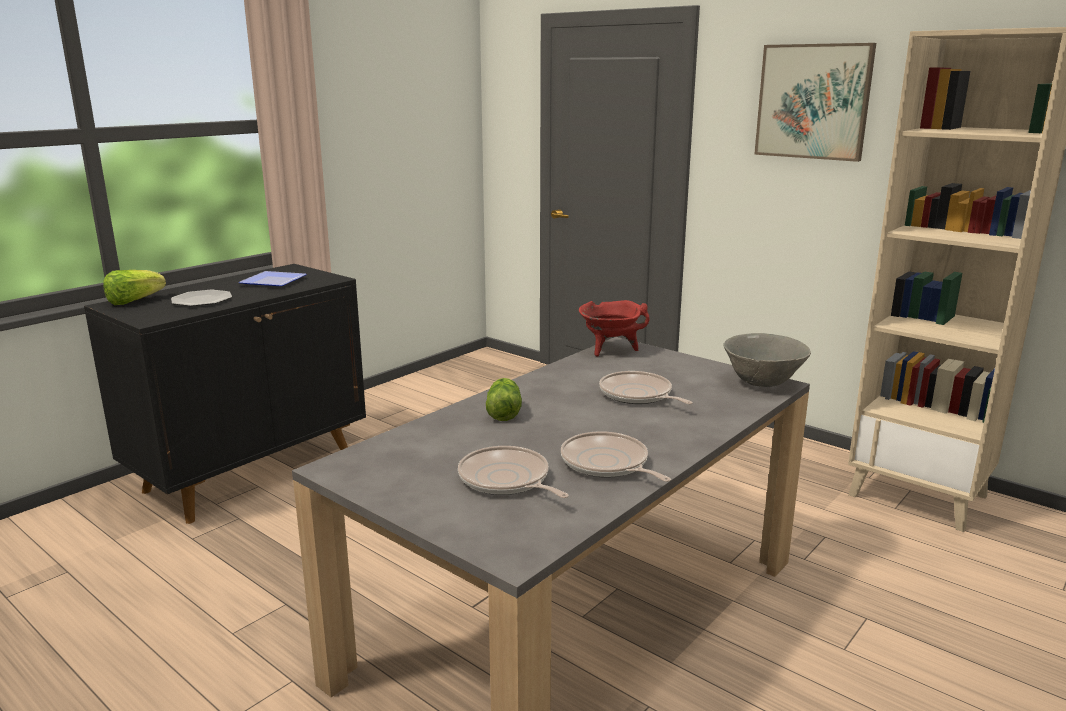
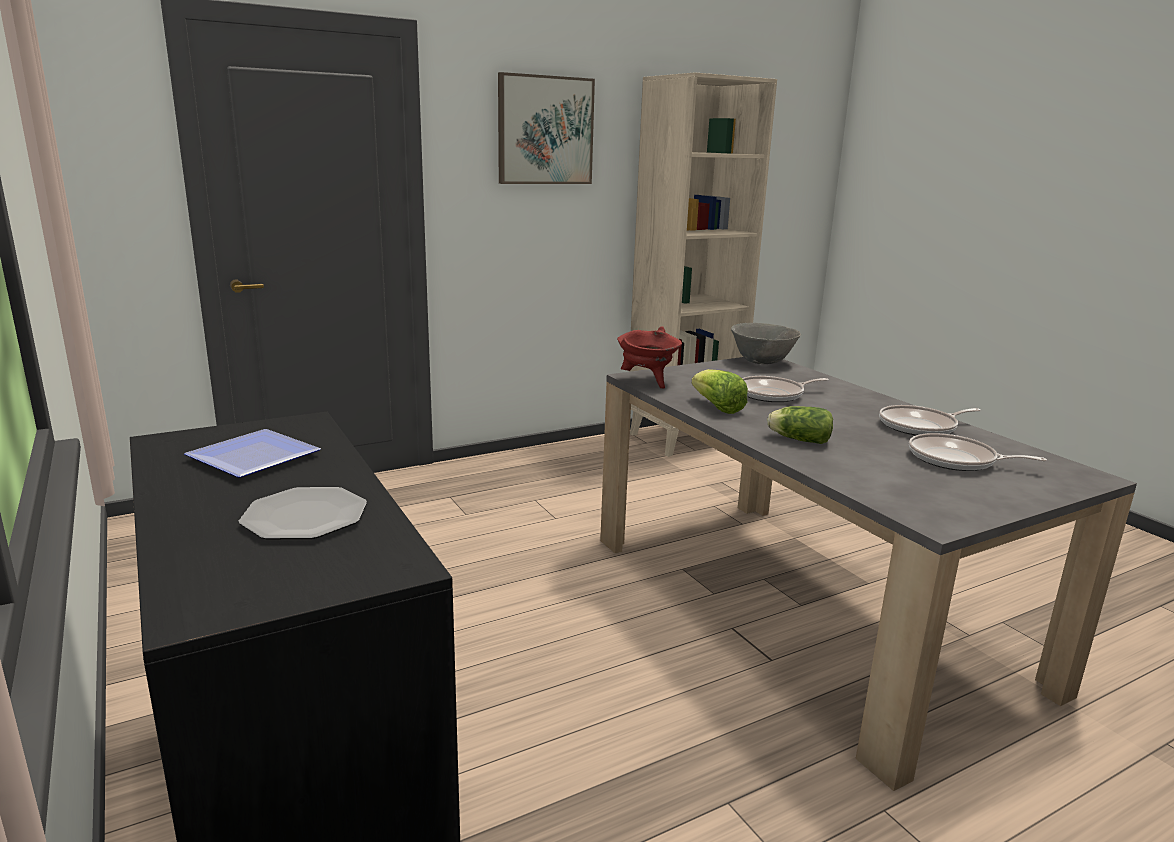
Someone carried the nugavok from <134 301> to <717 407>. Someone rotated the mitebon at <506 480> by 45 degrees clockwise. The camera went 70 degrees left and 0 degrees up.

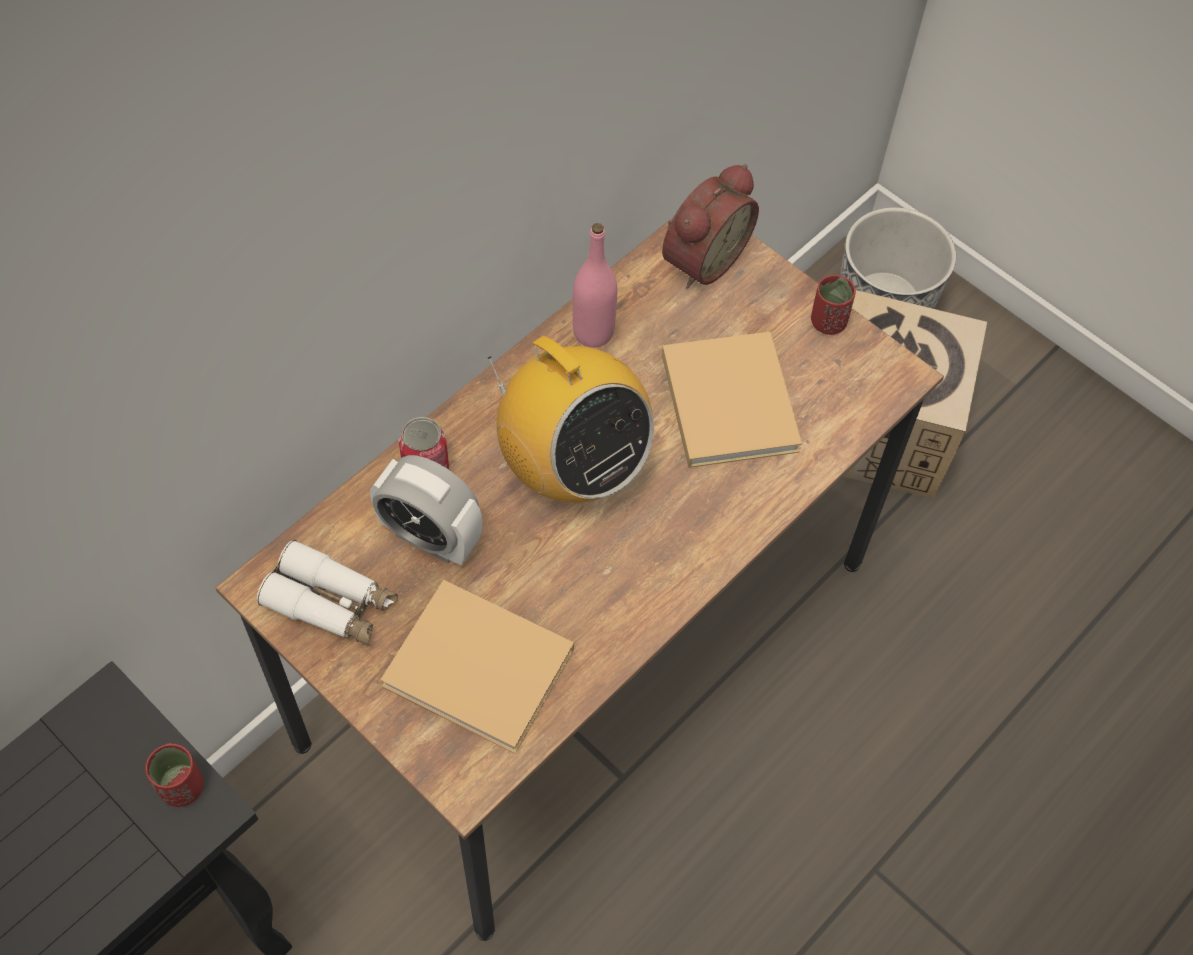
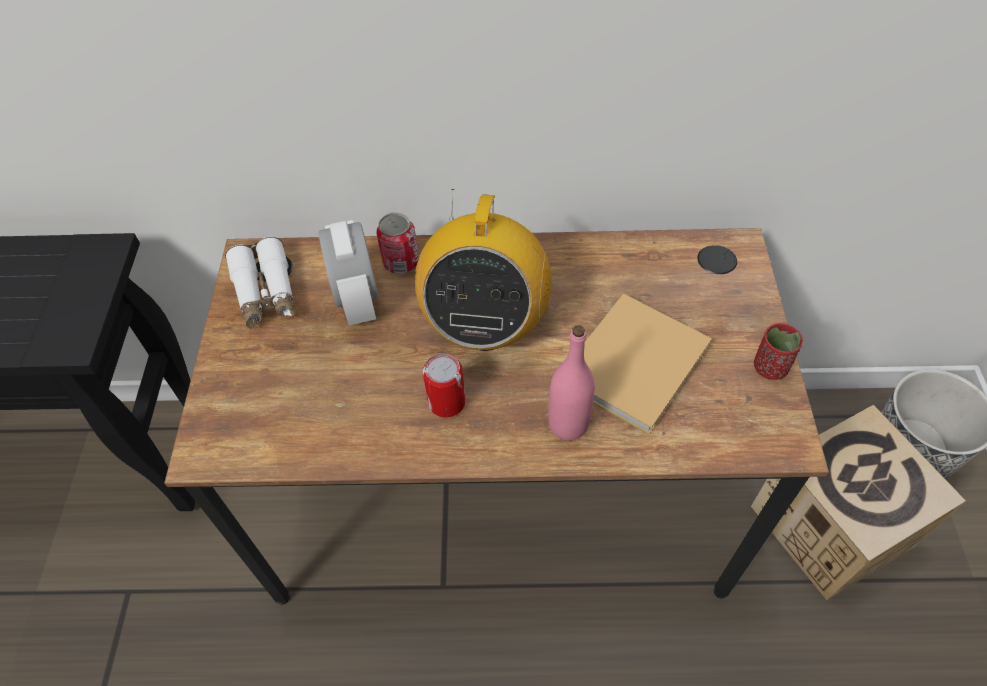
Someone took away the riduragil at <701 258>. Someone carried the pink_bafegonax from <593 332> to <568 424>. Someone took away the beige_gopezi at <483 670>. Someone took away the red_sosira at <182 787>. Someone put down the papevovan at <447 402>. The camera went 50 degrees right and 5 degrees down.

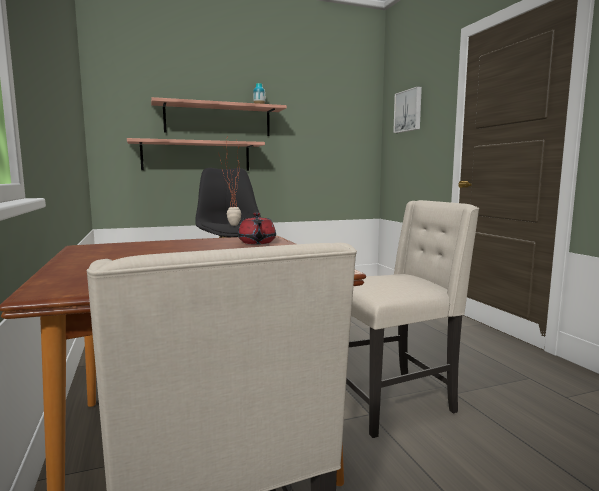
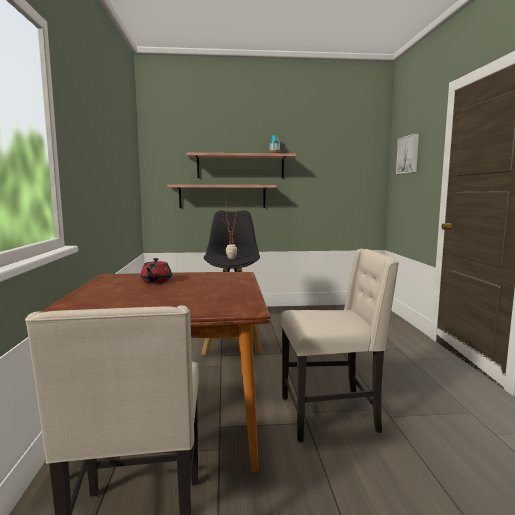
Someone carried the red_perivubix from <257 242> to <156 281>. The camera went 15 degrees right and 0 degrees up.

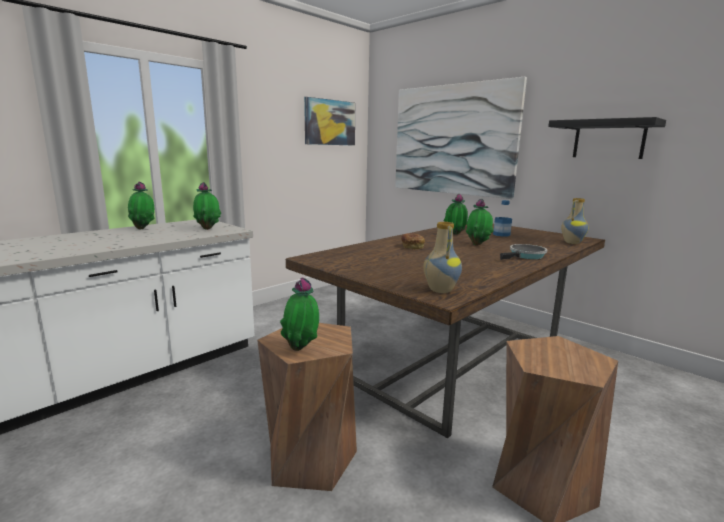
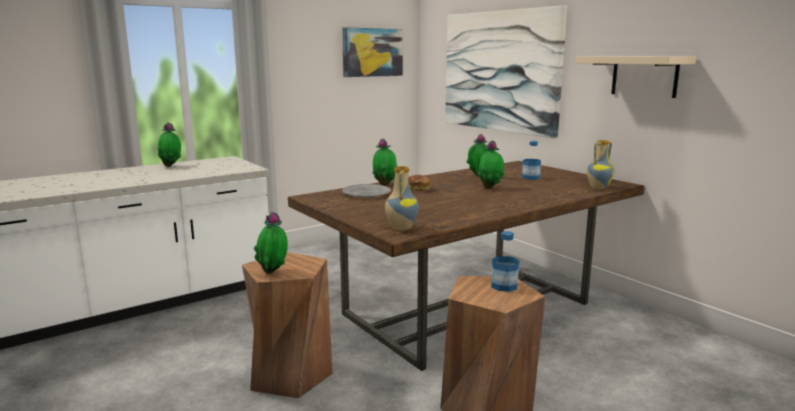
Someone repainted the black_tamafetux at <608 139>, which became the beige_tamafetux at <644 76>. Someone carried the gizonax from <208 229> to <385 185>. Someone took away the mitebon at <525 256>. Someone put down the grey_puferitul at <366 194>. Someone put down the bafegonax at <504 286>. The camera went 10 degrees right and 0 degrees up.

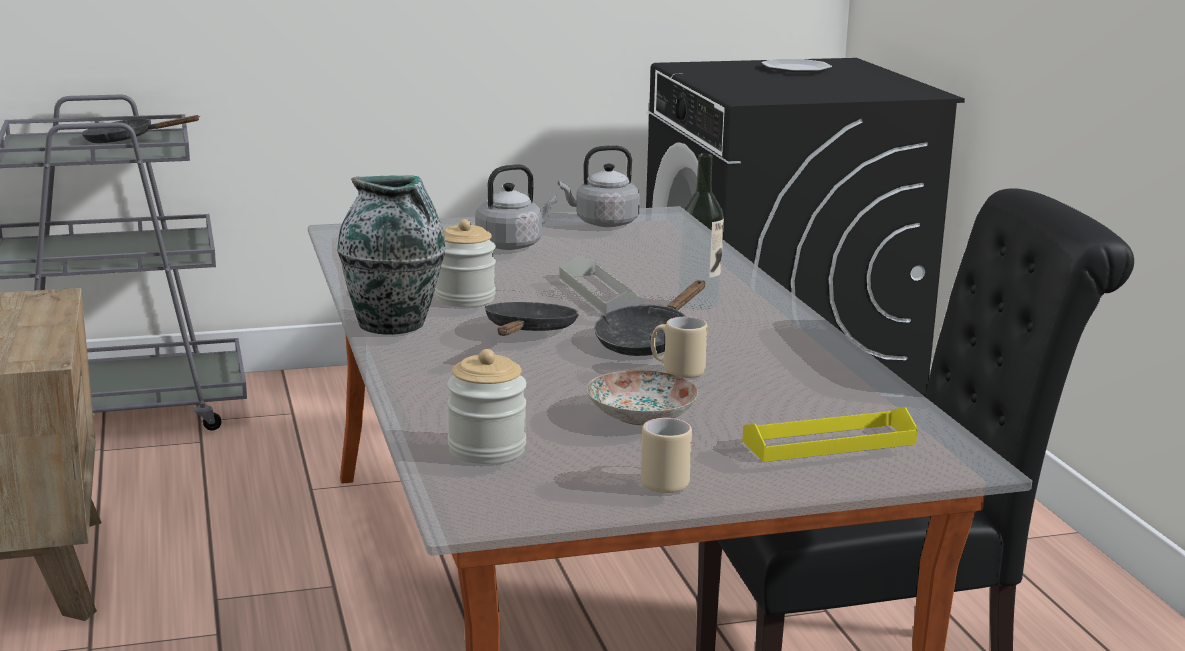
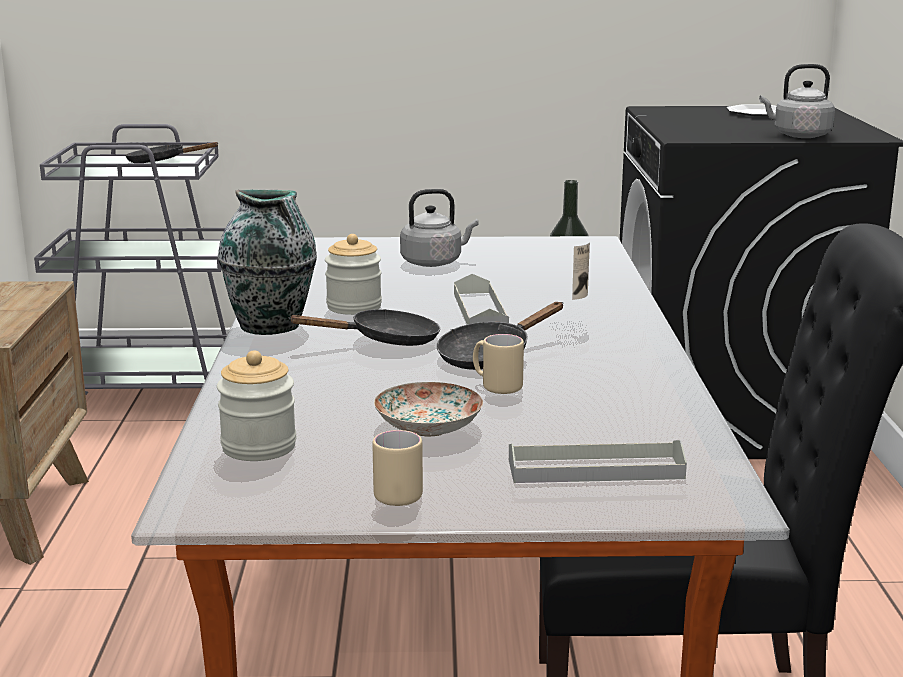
Someone carried the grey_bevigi from <603 223> to <798 135>. Someone rotated the black_mitebon at <528 332> by 45 degrees clockwise. Someone repainted the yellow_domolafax at <829 442>, which became the grey_domolafax at <595 469>. The camera went 15 degrees right and 0 degrees up.

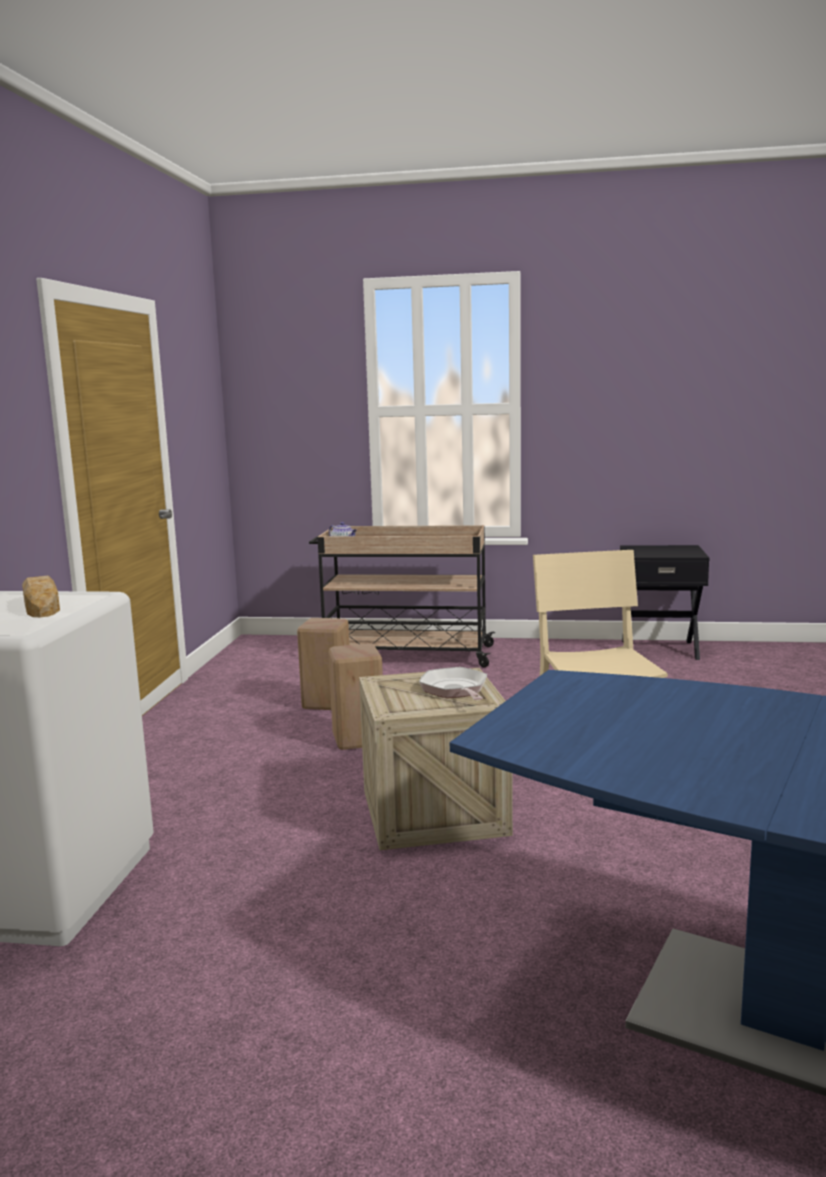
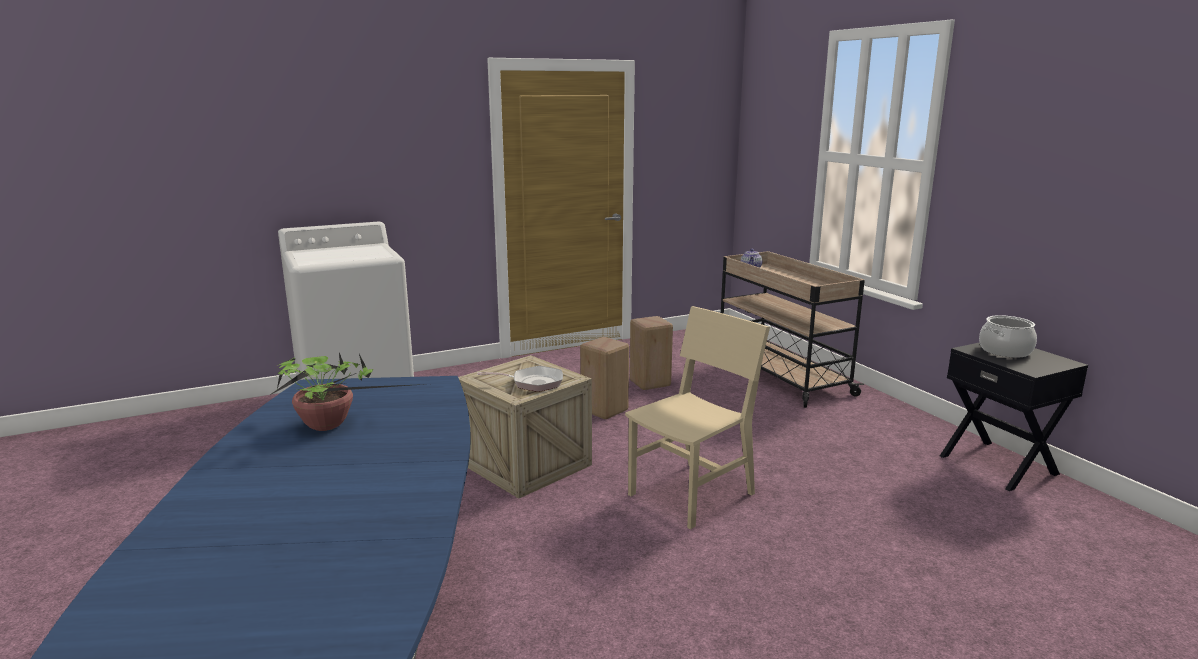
Someone took away the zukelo at <41 606>. Someone rotated the mitebon at <455 690> by 45 degrees clockwise. Someone put down the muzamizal at <1005 351>. Someone put down the gizonax at <330 425>. The camera went 55 degrees right and 5 degrees up.

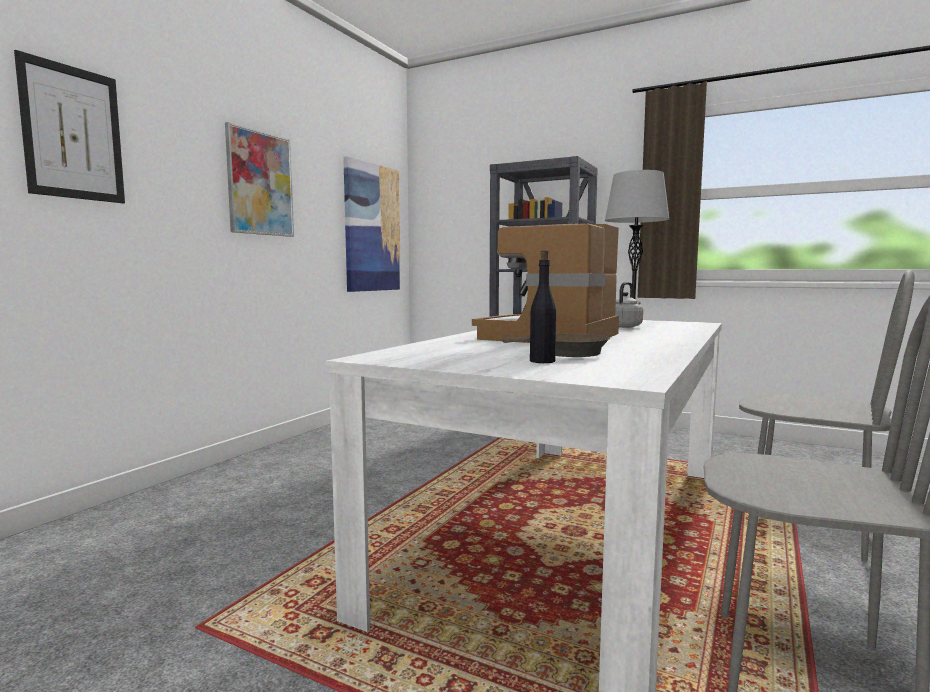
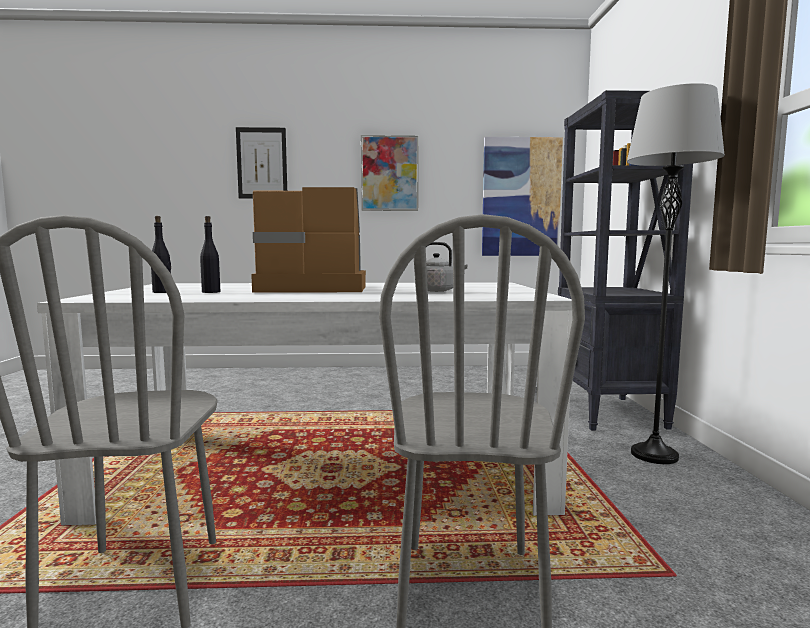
Someone swapped the brown_mitebon at <564 352> for the black_bafegonax at <211 292>. The camera went 60 degrees right and 0 degrees up.

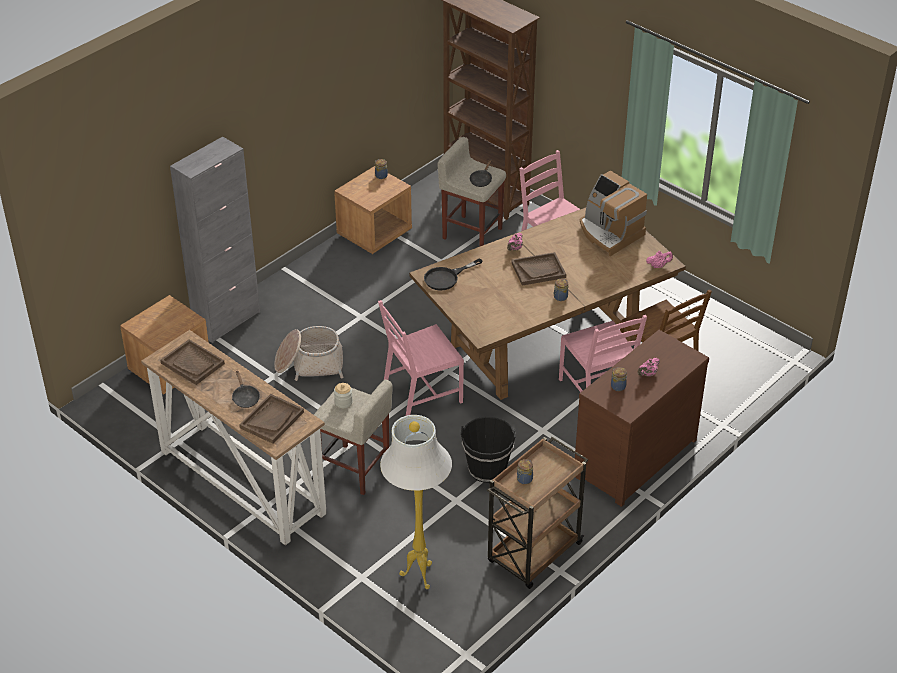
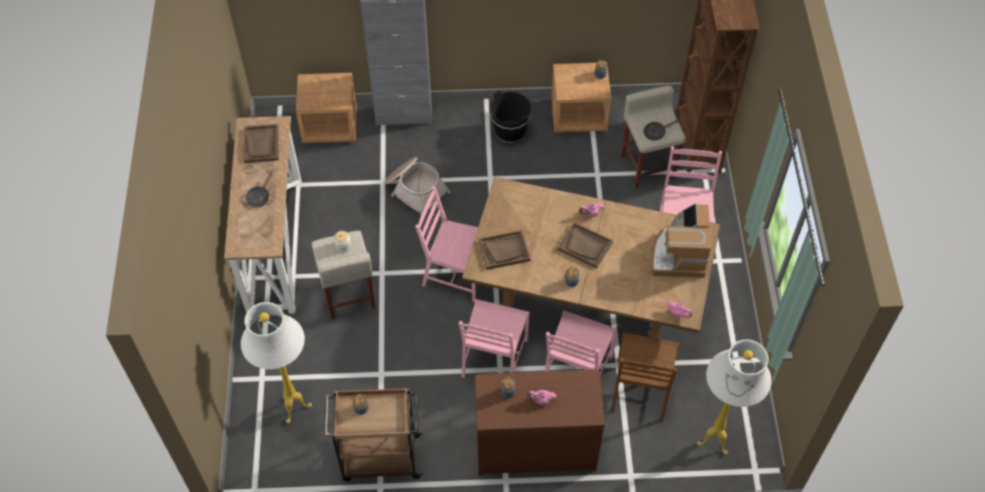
Someone took away the black_mitebon at <446 278>. Someone carried the brown_domolafax from <272 420> to <504 250>. Someone carried the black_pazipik from <487 469> to <510 132>. Someone put down the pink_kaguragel at <494 358>. Someone put down the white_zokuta at <715 442>. The camera went 45 degrees right and 15 degrees up.

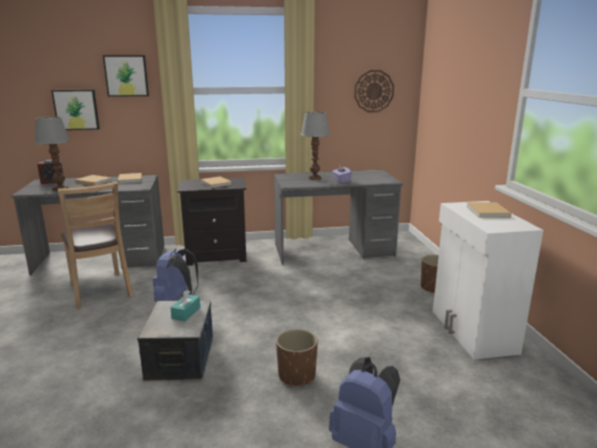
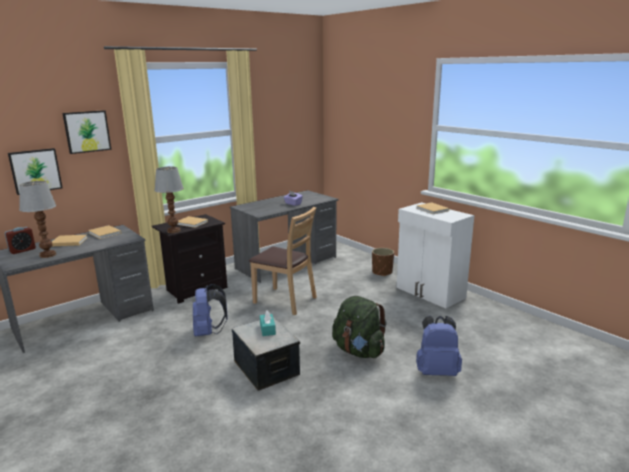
Someone took away the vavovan at <373 91>. Someone carried the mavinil from <314 178> to <174 231>. Someone carried the brown_kaguragel from <100 290> to <285 301>. Someone swapped the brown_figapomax at <297 376> for the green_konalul at <358 351>. The camera went 30 degrees left and 0 degrees up.

